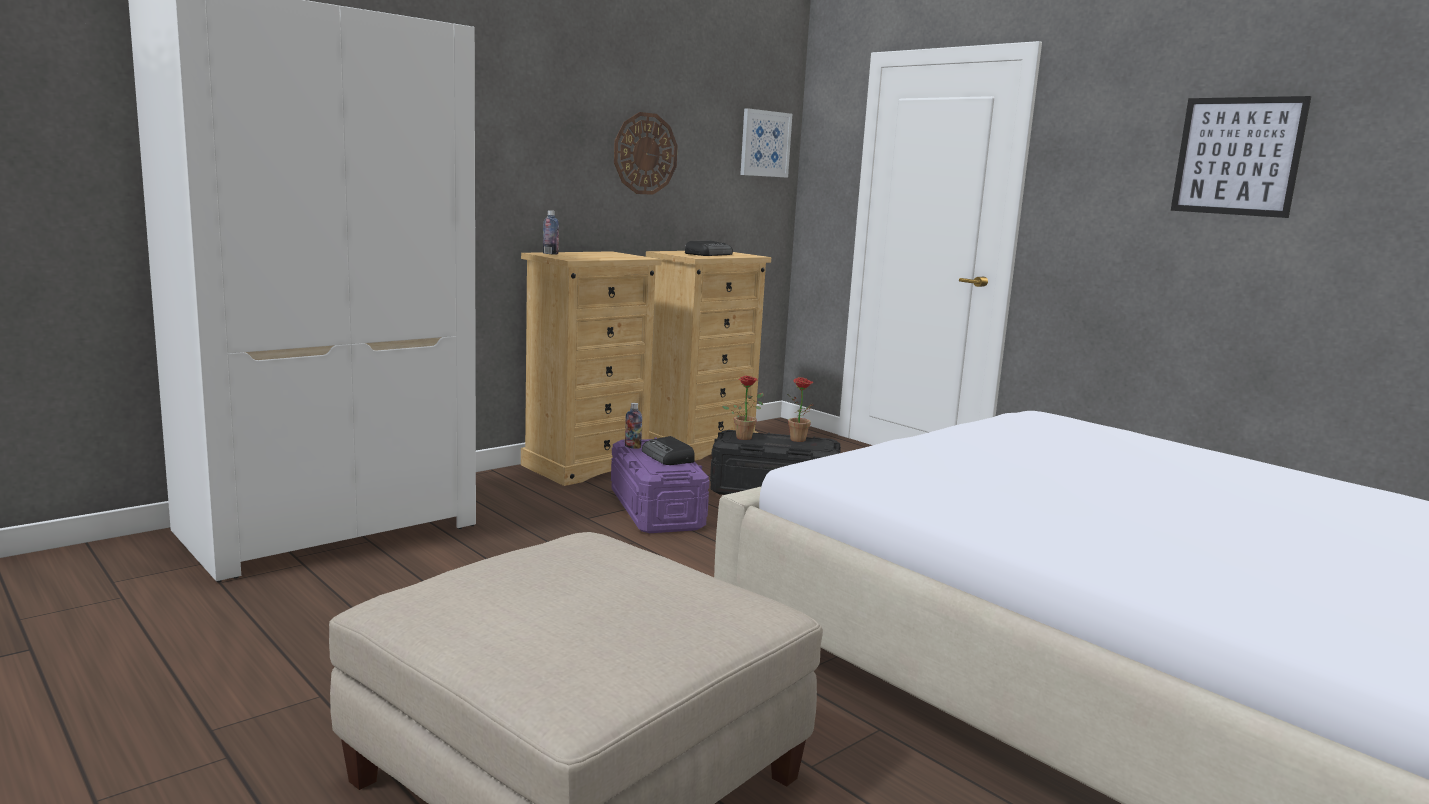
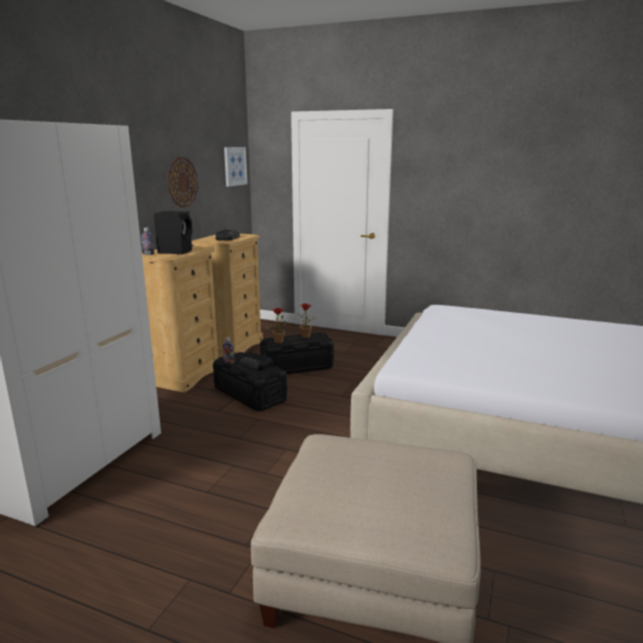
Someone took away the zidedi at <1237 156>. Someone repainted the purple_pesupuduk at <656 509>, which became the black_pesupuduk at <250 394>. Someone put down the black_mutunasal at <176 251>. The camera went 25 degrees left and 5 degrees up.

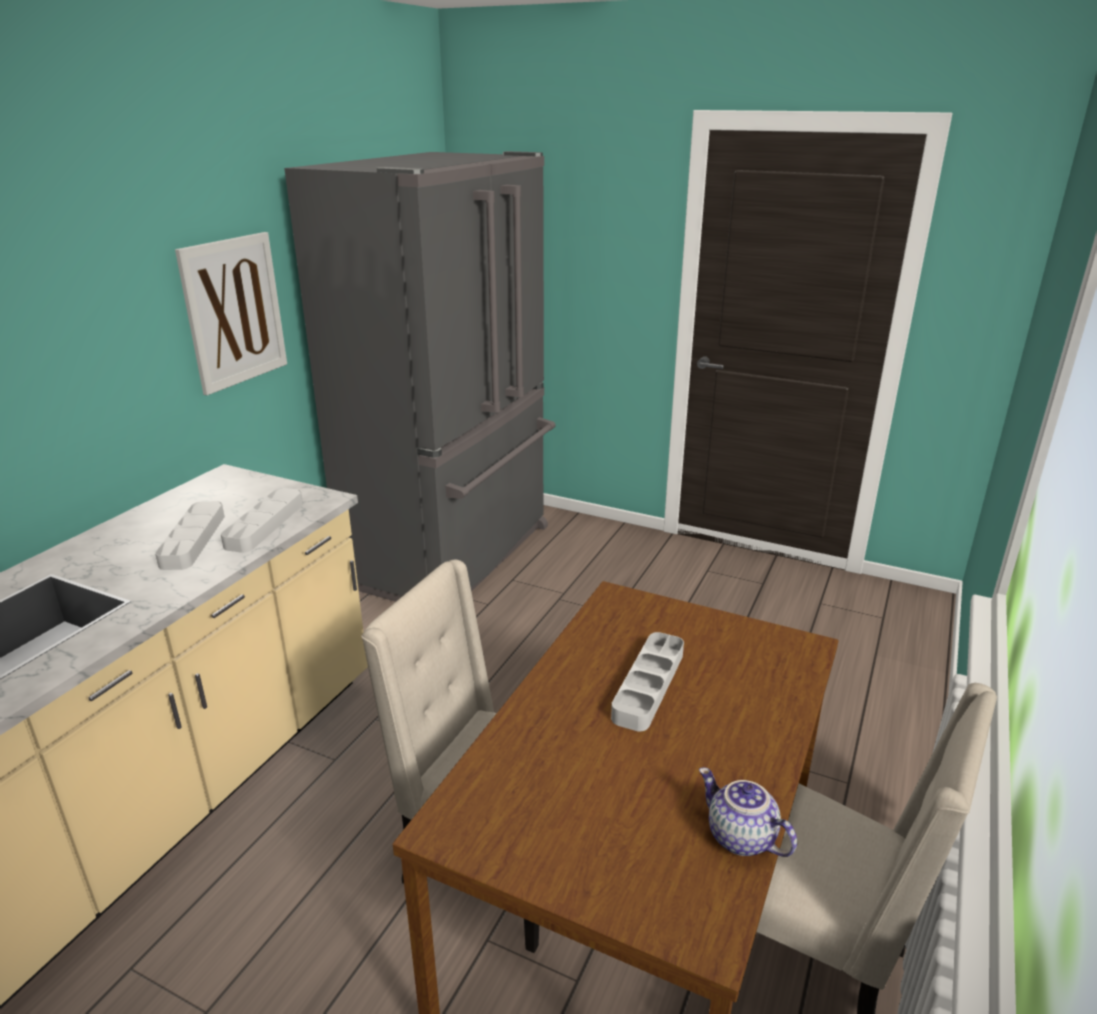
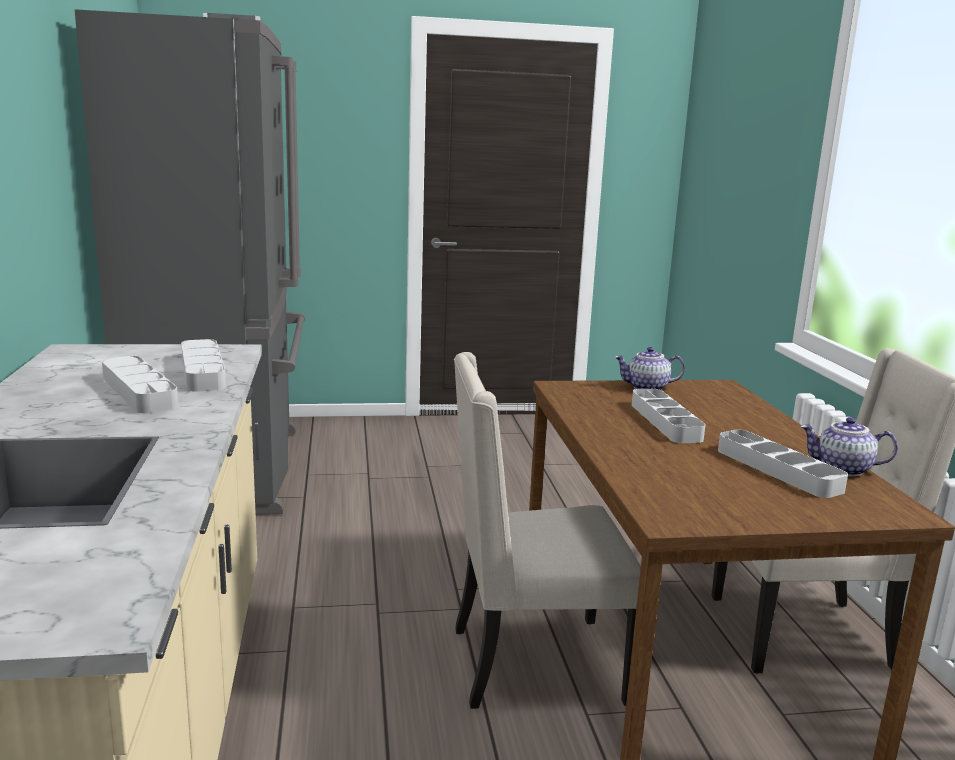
Someone took away the zidedi at <234 311>. Someone put down the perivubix at <647 388>. Someone put down the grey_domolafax at <777 469>. The camera went 35 degrees left and 10 degrees down.

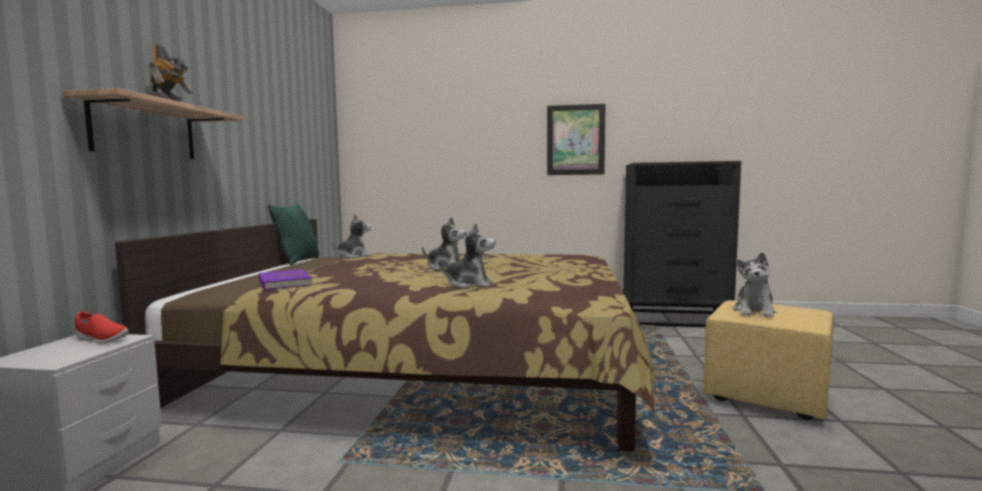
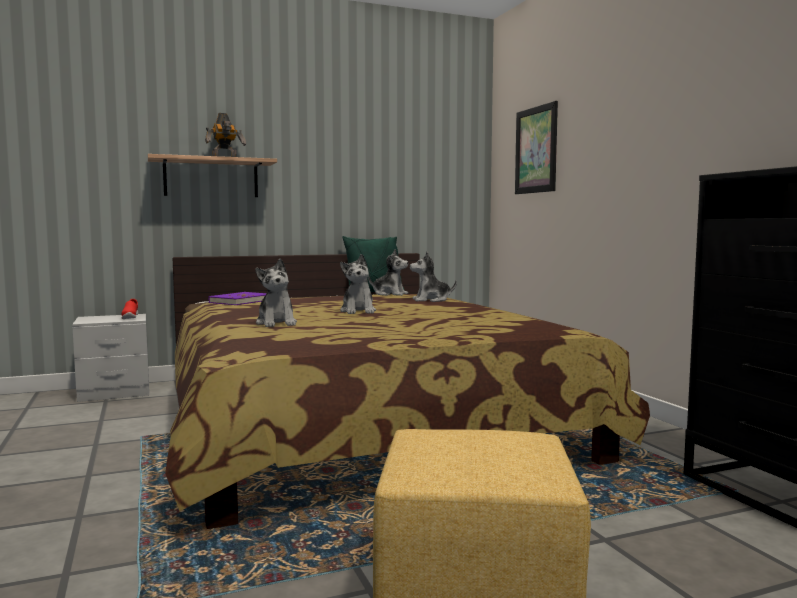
Someone carried the zidedi from <575 140> to <536 150>. Someone carried the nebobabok from <754 311> to <431 300>. The camera went 60 degrees right and 0 degrees up.

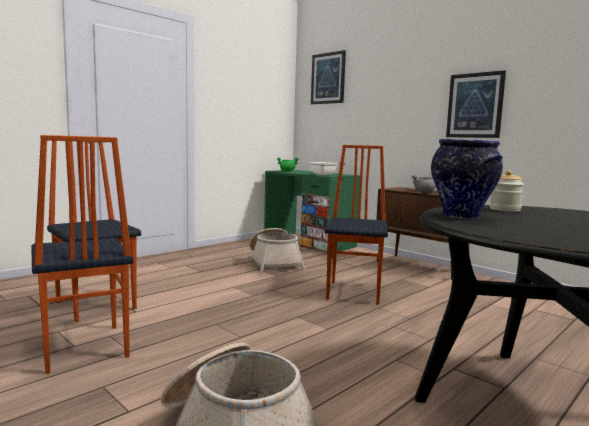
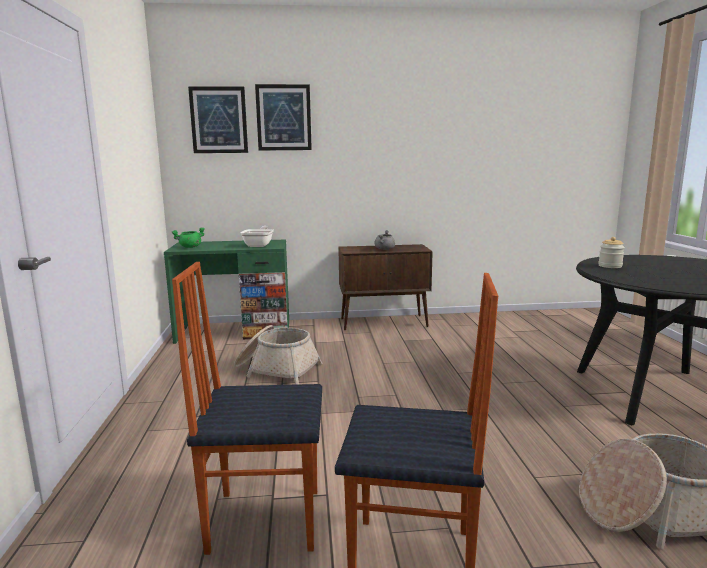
Someone carried the zidedi from <475 105> to <283 118>. Someone took away the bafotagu at <462 216>. Someone took away the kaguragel at <355 292>. The camera went 50 degrees left and 5 degrees up.

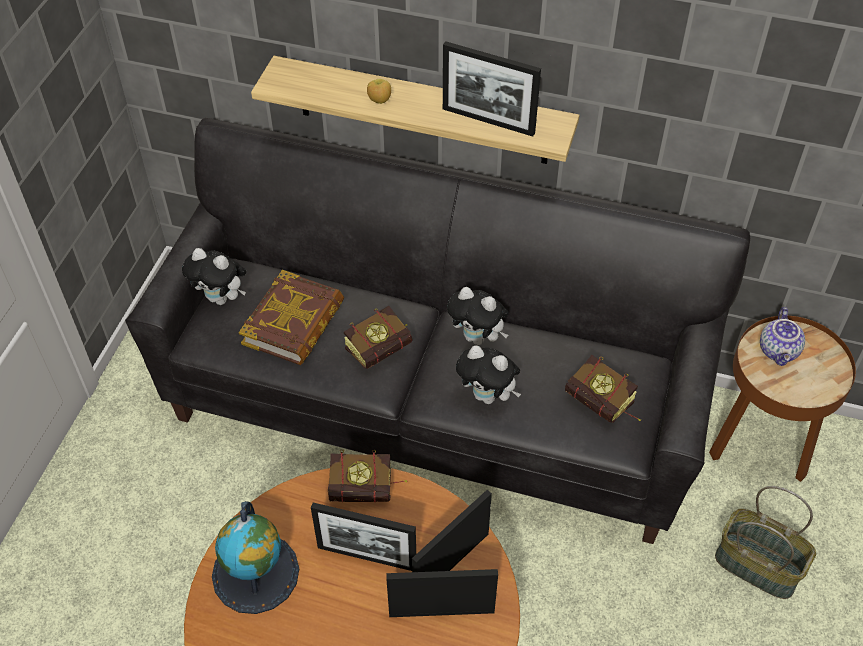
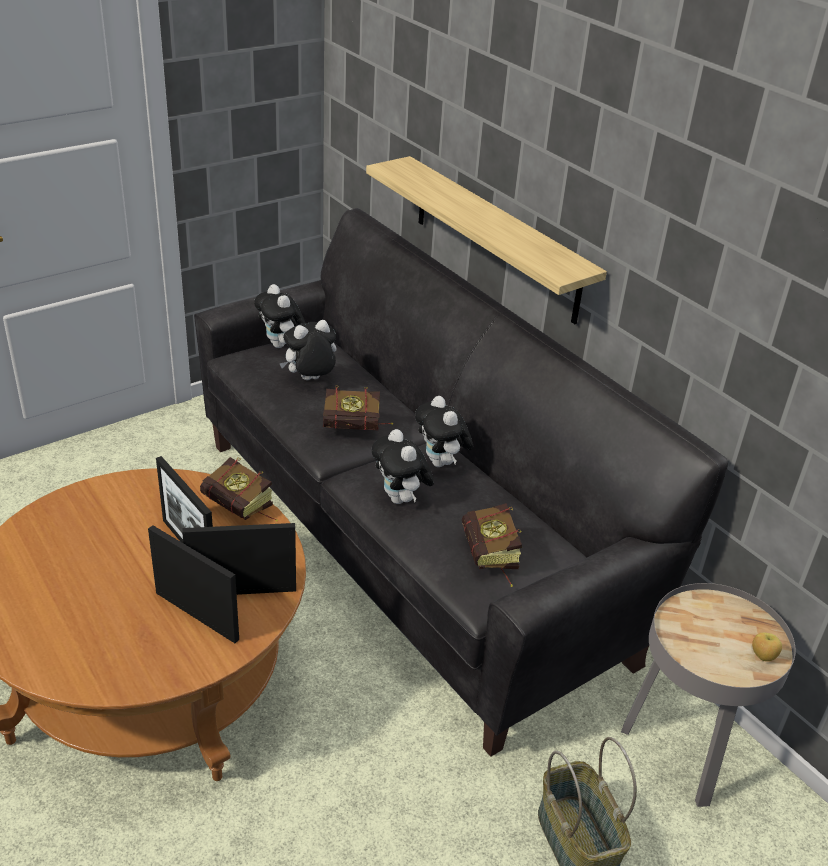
Someone took away the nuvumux at <488 121>. Someone carried the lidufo from <379 101> to <762 656>. Someone swapped the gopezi at <294 323> for the nebobabok at <310 380>. Someone took away the perivubix at <779 351>. Someone repainted the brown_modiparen at <760 445>, which became the grey_modiparen at <684 751>. Someone took away the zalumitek at <256 573>. The camera went 35 degrees right and 15 degrees down.

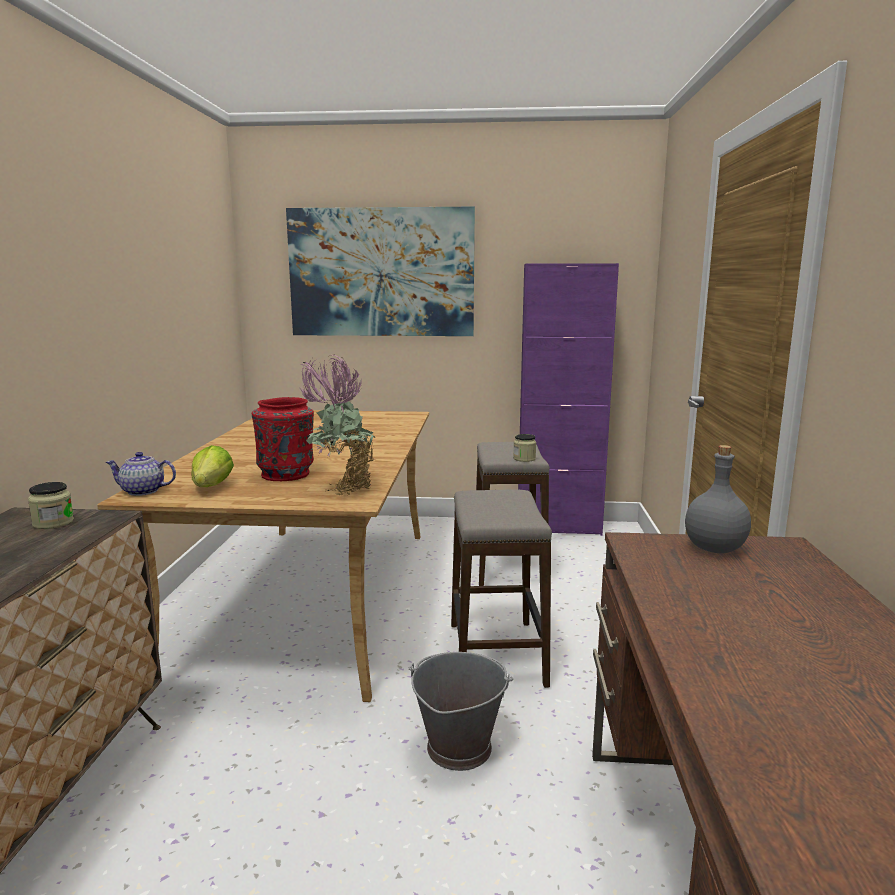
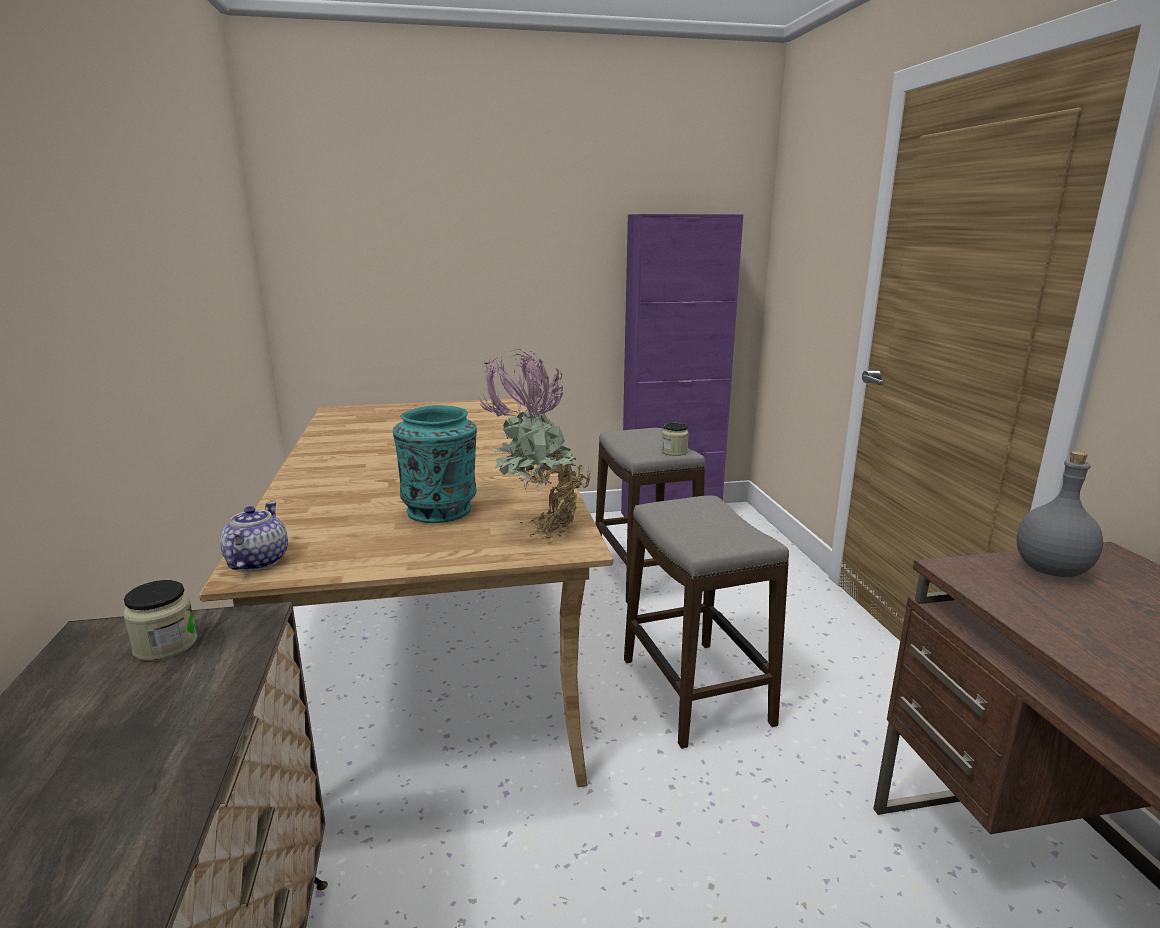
Someone took away the zidedi at <381 273>. Someone repainted the red_bafotagu at <286 474>, which became the turquoise_bafotagu at <440 510>. Someone took away the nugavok at <212 487>. Someone rotated the perivubix at <143 491> by 105 degrees clockwise. Someone took away the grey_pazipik at <458 747>. The camera went 15 degrees left and 5 degrees up.

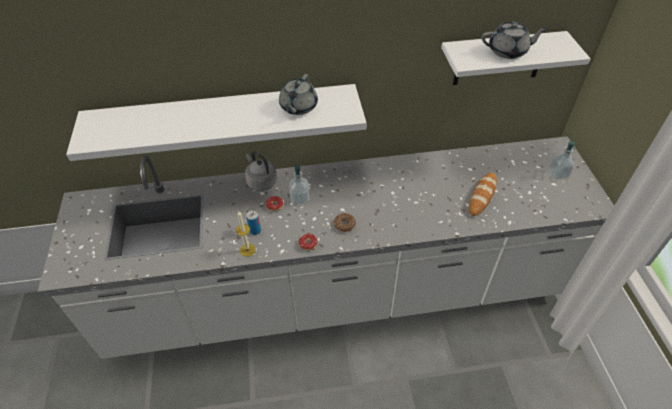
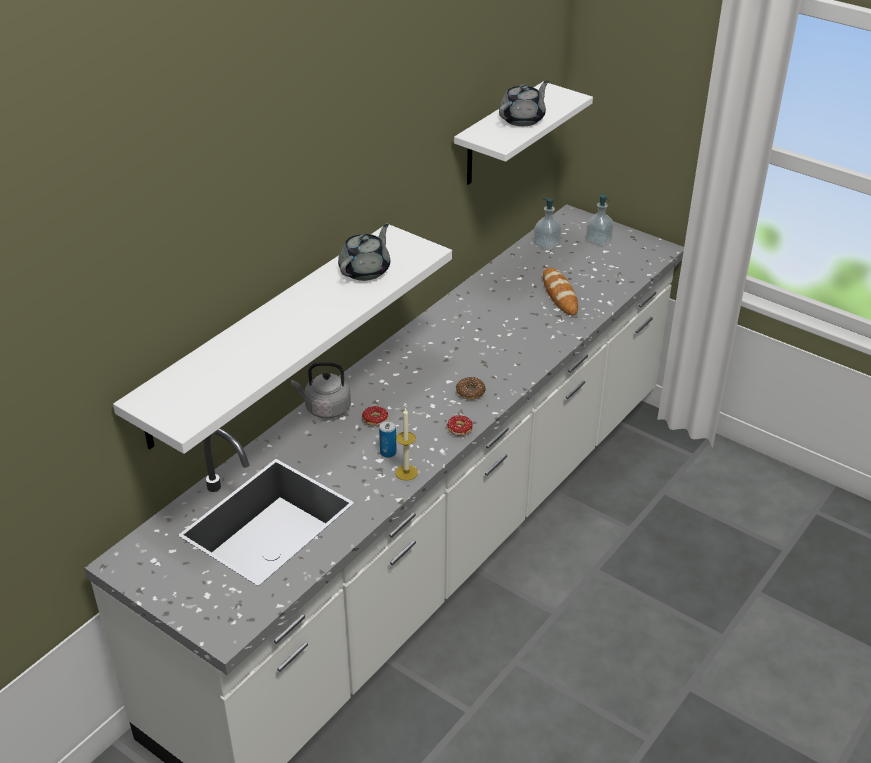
Someone rotated the grey_perivubix at <298 107> by 120 degrees counterclockwise. Someone carried the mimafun from <300 198> to <546 244>. The camera went 45 degrees left and 10 degrees down.

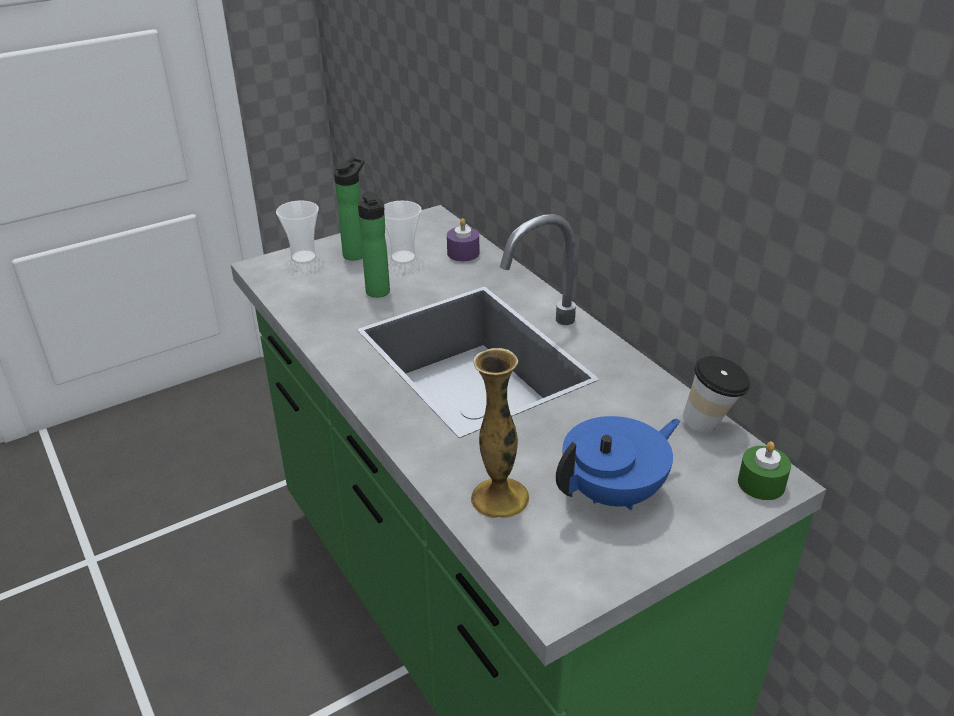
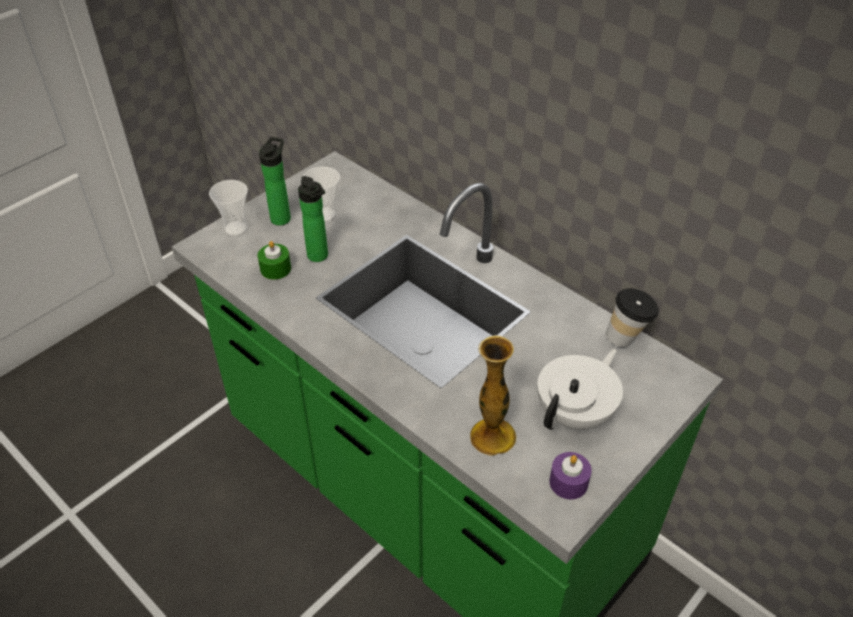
Someone carried the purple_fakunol from <463 253> to <568 482>. Someone repainted the blue_perivubix at <614 492>, which became the white_perivubix at <576 413>. Someone carried the green_fakunol from <761 483> to <275 269>. The camera went 15 degrees left and 10 degrees up.

